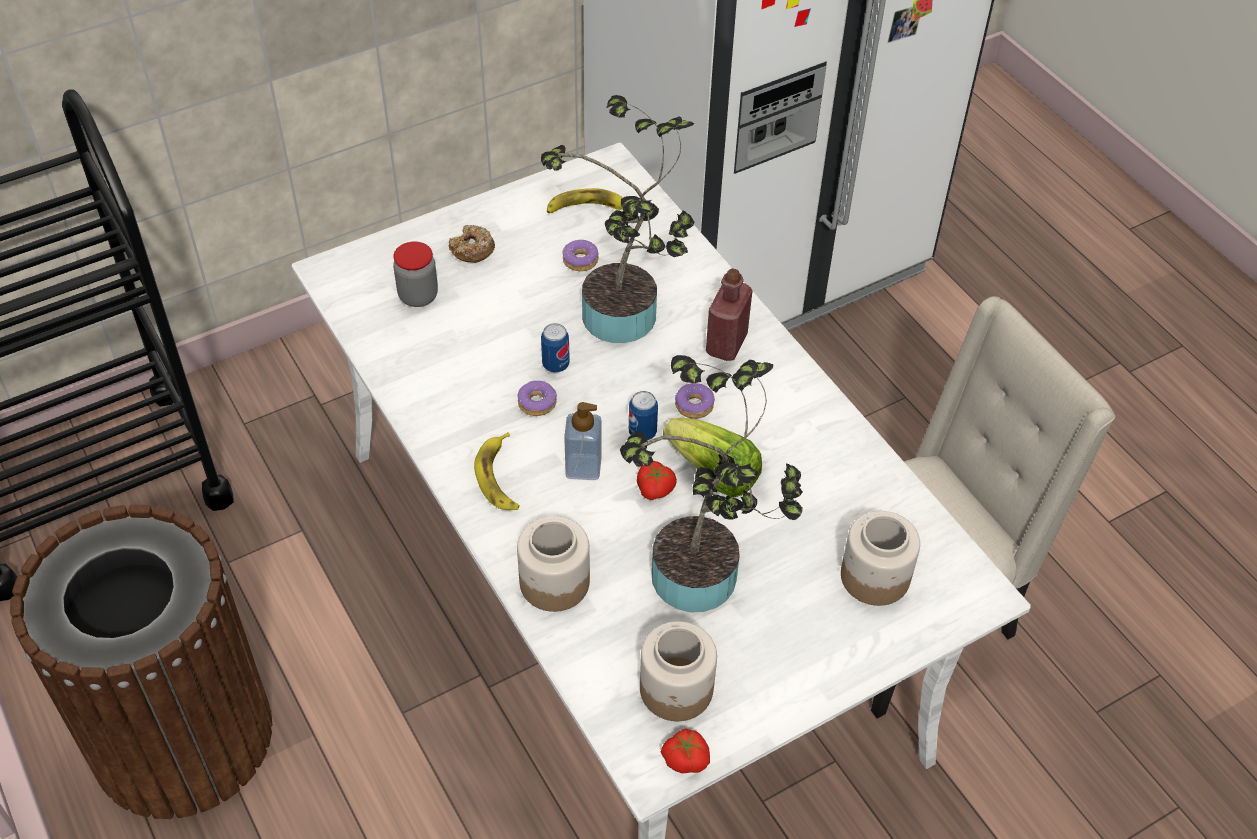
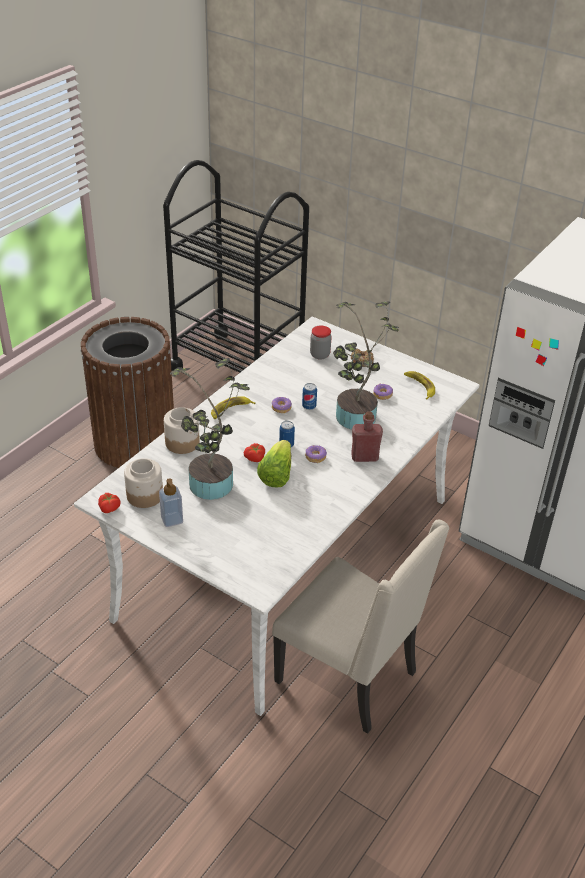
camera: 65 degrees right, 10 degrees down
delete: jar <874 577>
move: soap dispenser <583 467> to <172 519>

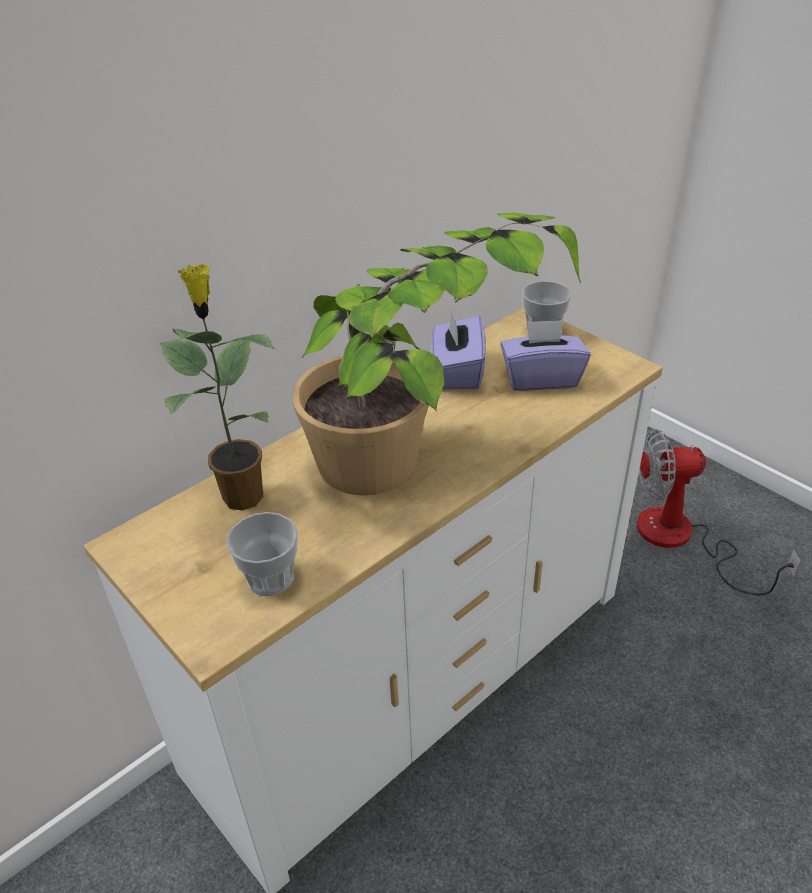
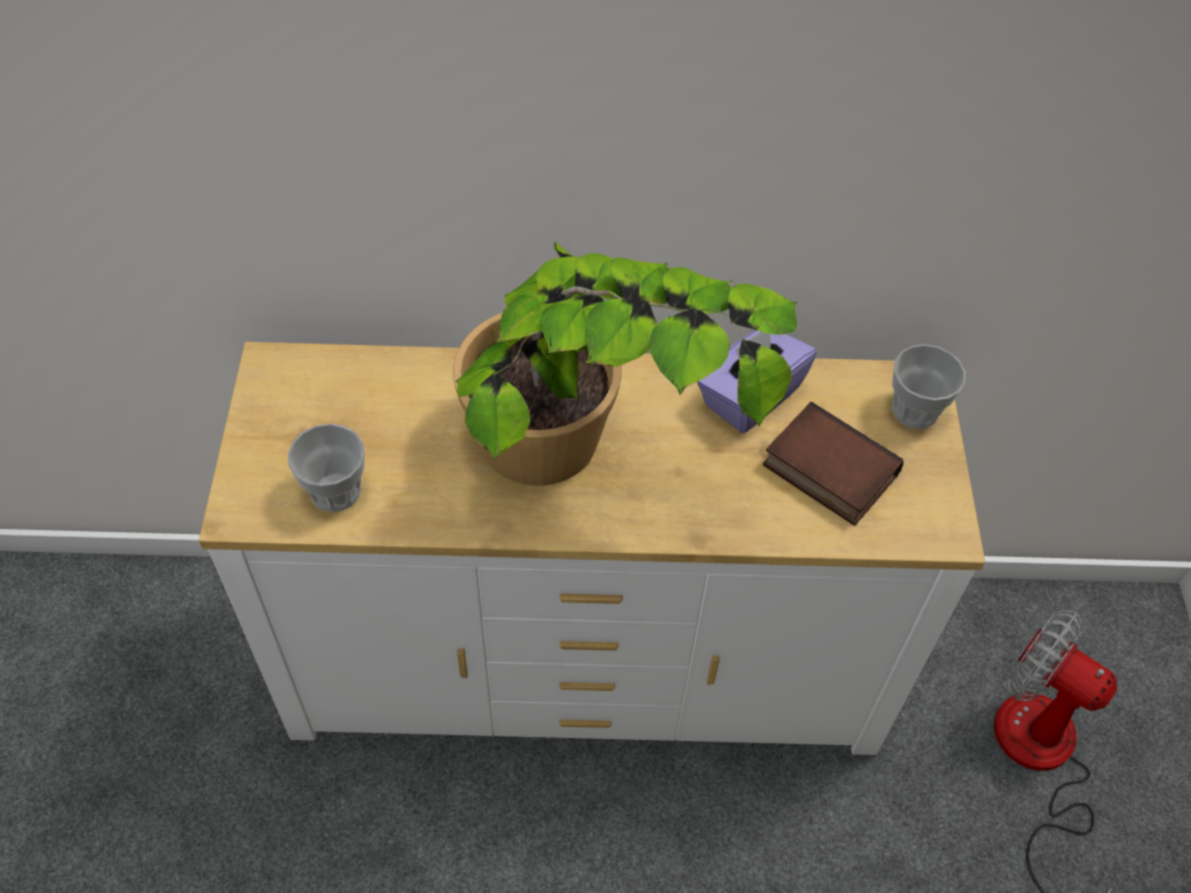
camera: 40 degrees right, 15 degrees up
delete: potted plant <242 494>
replace: purple tissue box <541 378> to book <826 471>

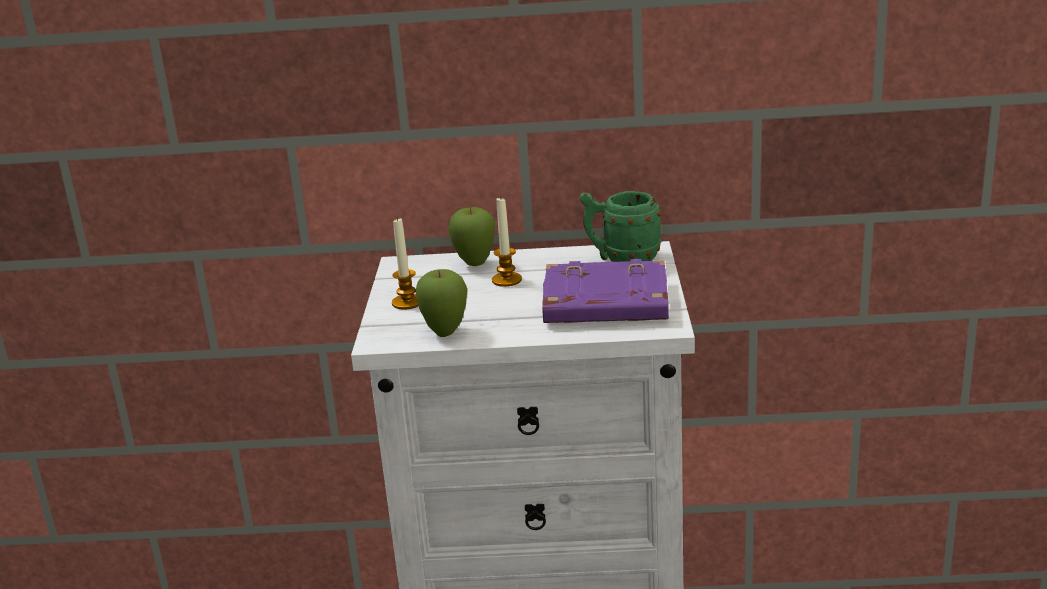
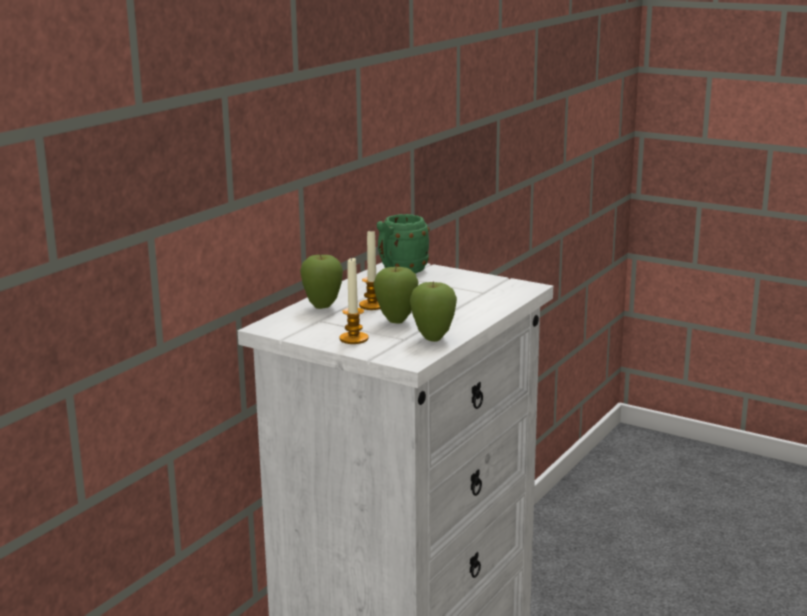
camera: 60 degrees left, 5 degrees down
delete: purple book <604 305>
insert: apple <396 321>

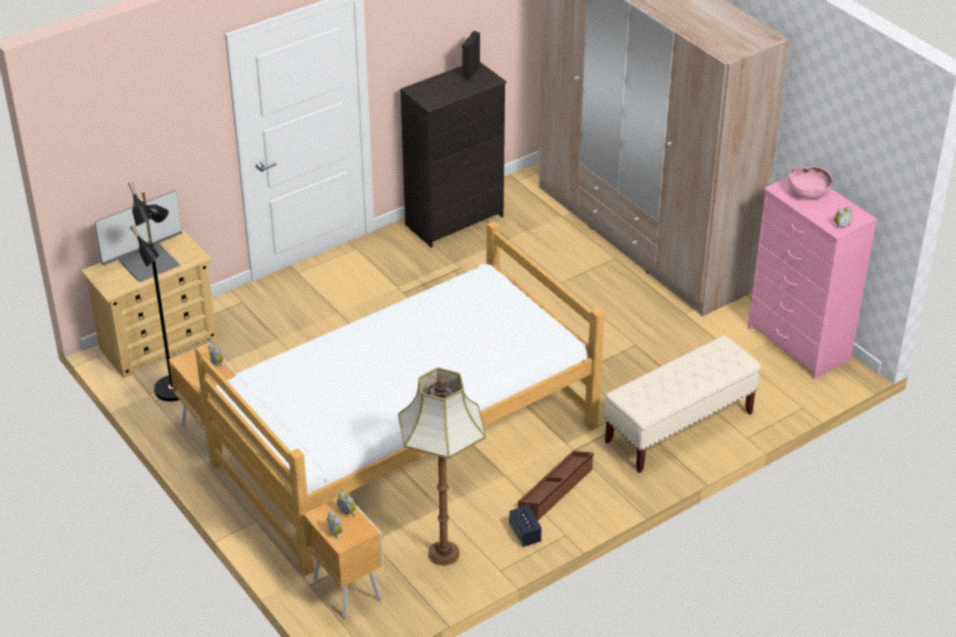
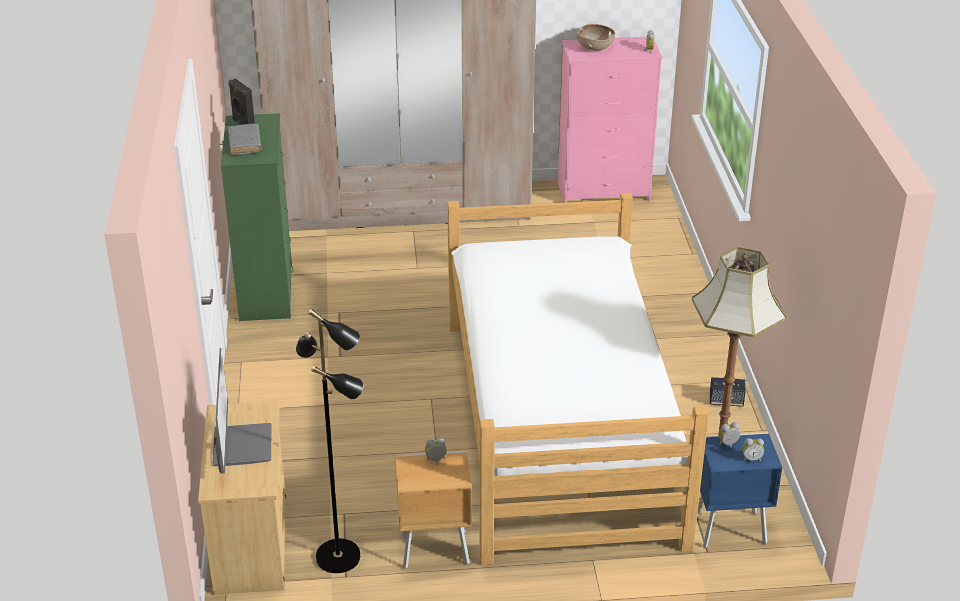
camera: 60 degrees left, 5 degrees down
delete: beige bench <678 428>; brown storage box <556 489>
insert: grey book <245 144>
recolor: black dresser <455 221> to green dresser <267 291>; pink bowl <808 193> to brown bowl <594 48>; brown nightstand <347 589> to blue nightstand <727 529>

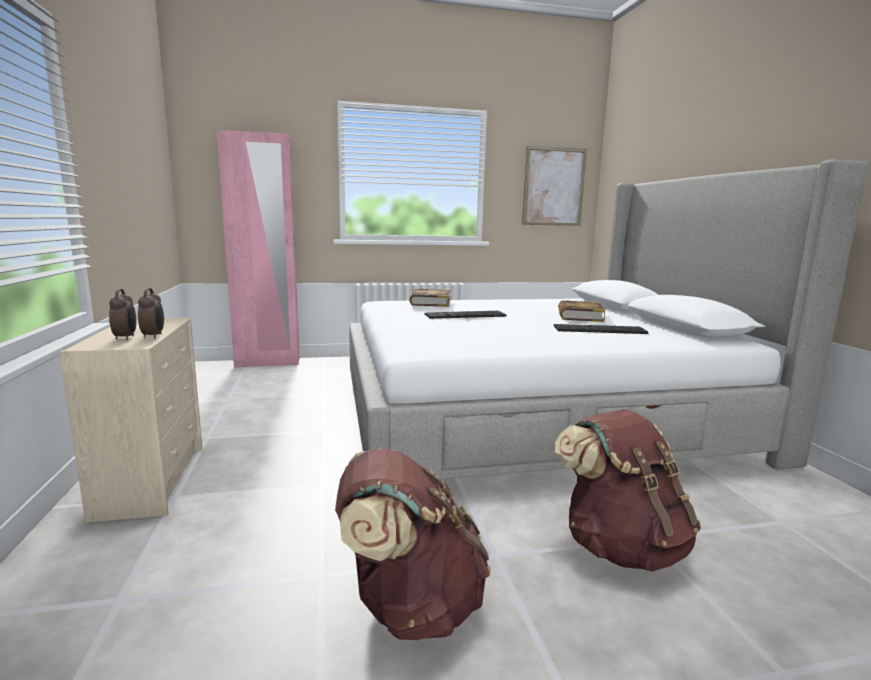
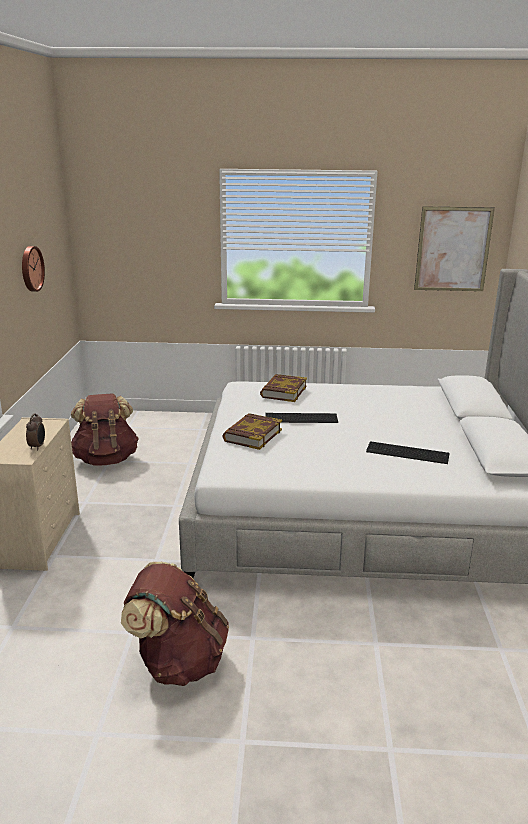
camera: 15 degrees right, 10 degrees up
delete: pink wardrobe <267 363>; alarm clock <126 338>
insert: wall clock <30 268>
move: book <579 316> to <252 435>; brown backpack <621 546> to <106 459>

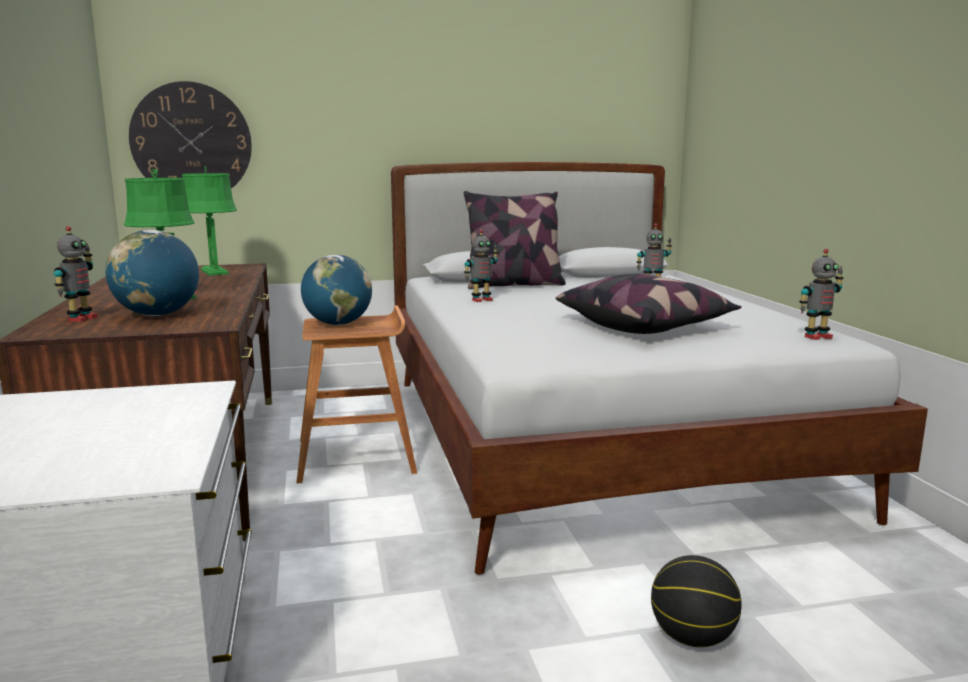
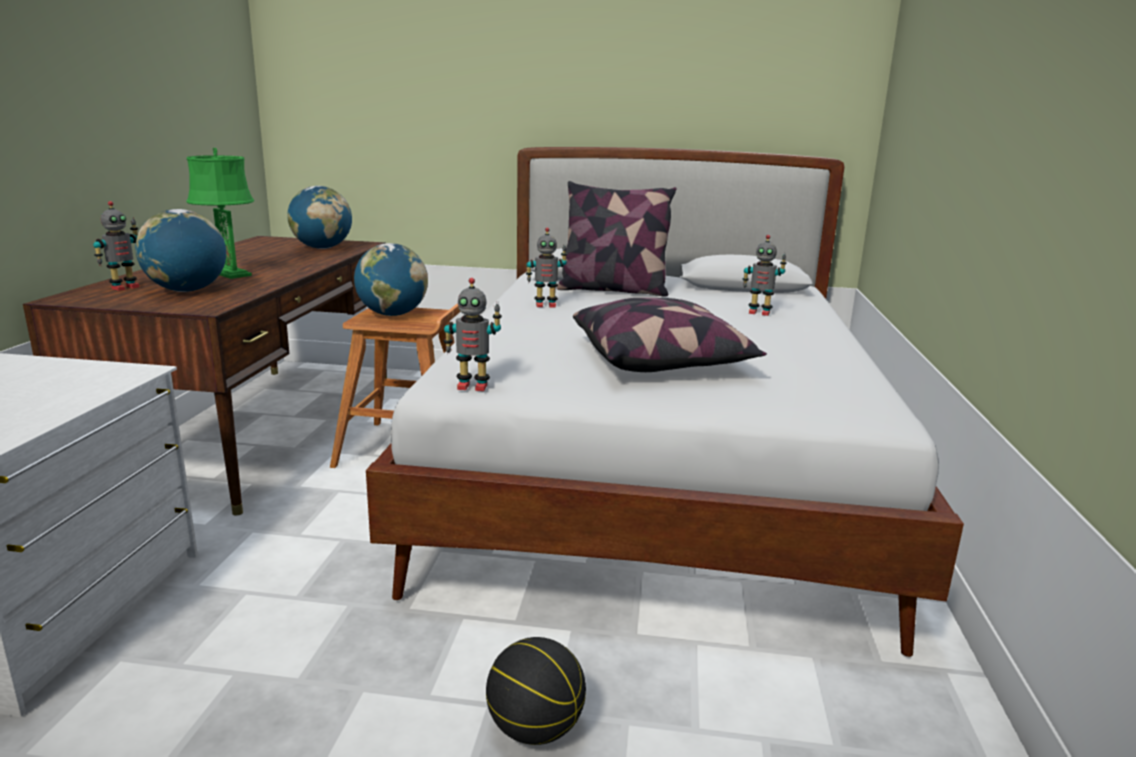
camera: 20 degrees right, 5 degrees up
delete: wall clock <191 142>
move: toy robot <816 337> to <472 386>
replace: green table lamp <214 272> to globe <322 248>

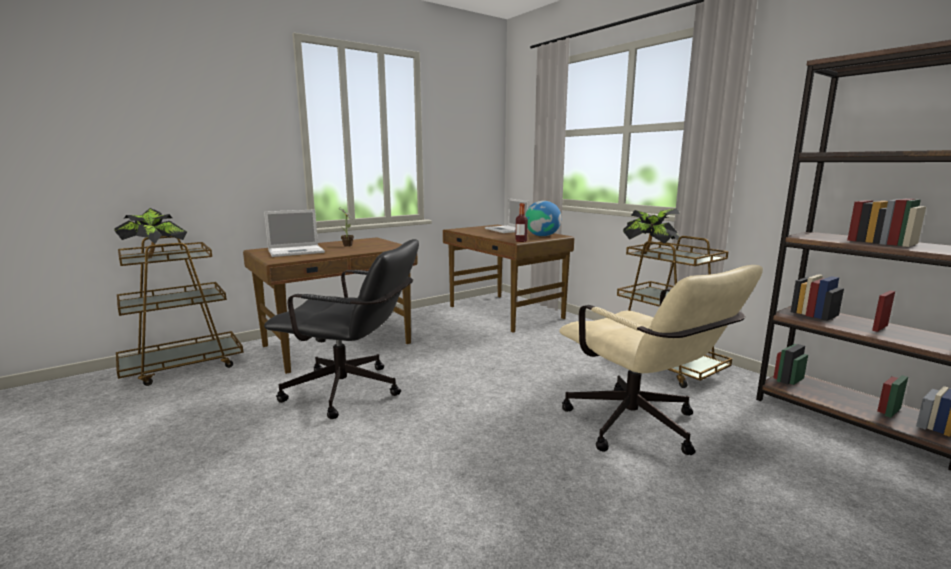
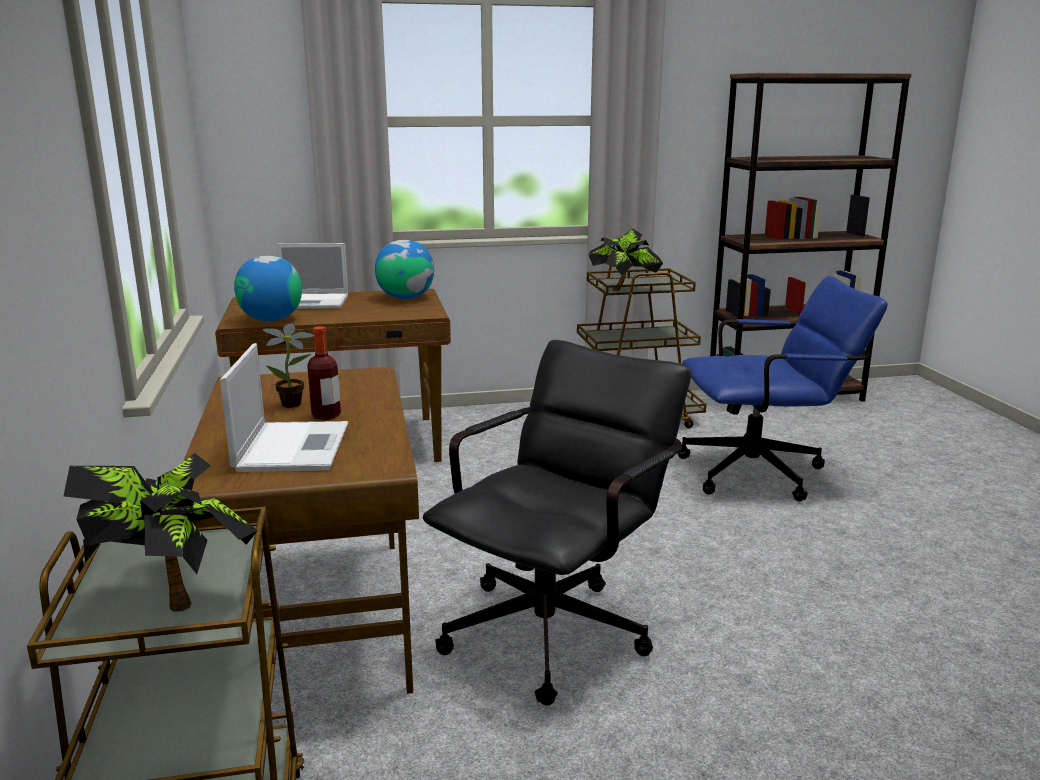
camera: 65 degrees left, 5 degrees up
insert: globe <271 320>
move: bottle <521 241> to <326 415>
recolor: beige office chair <640 429> to blue office chair <764 472>

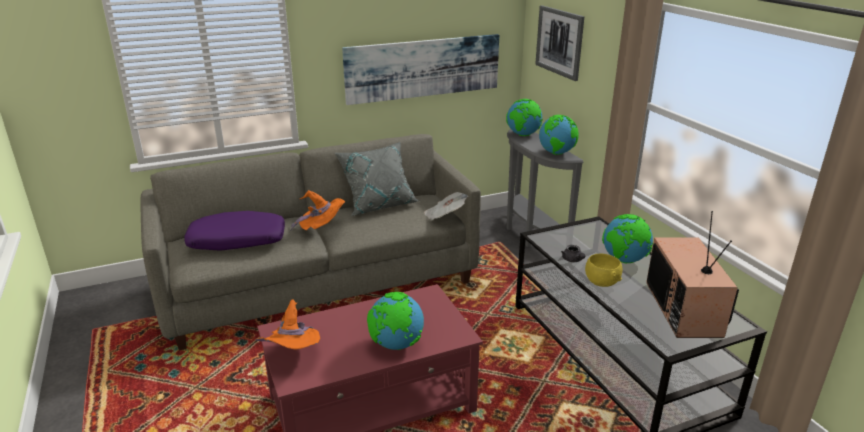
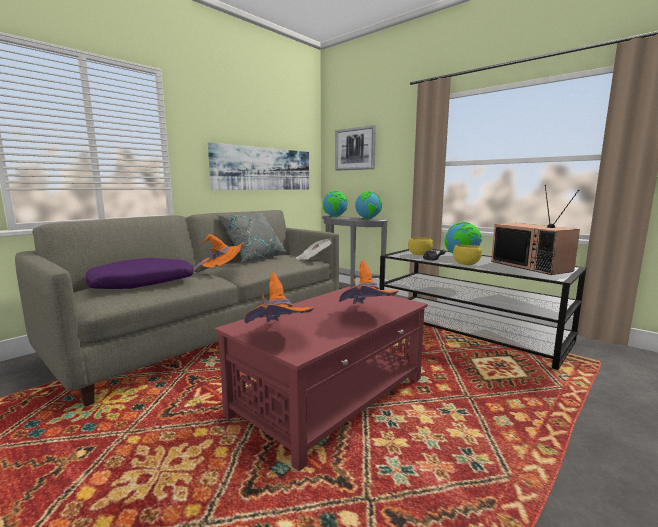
camera: 25 degrees left, 15 degrees down
insert: yellow bowl <419 255>
replace: globe <396 345> to orange hat <365 316>

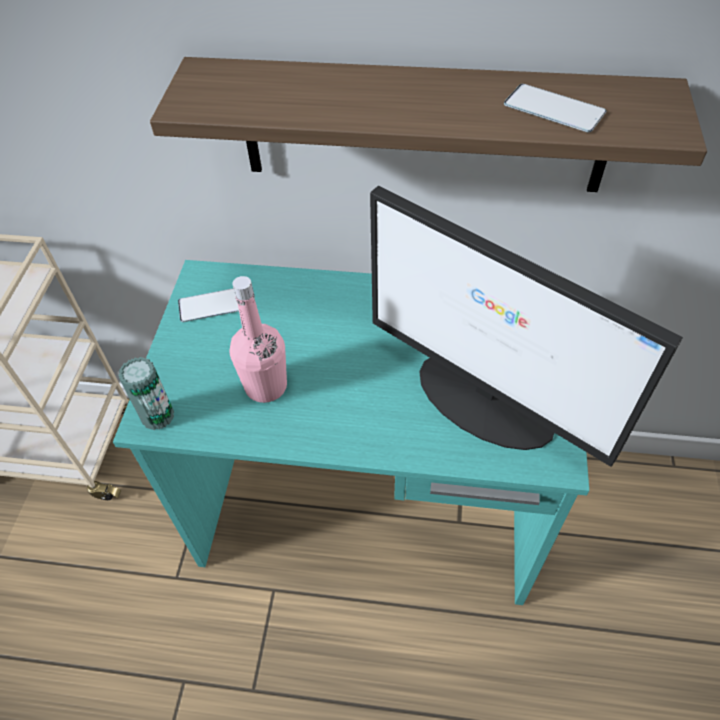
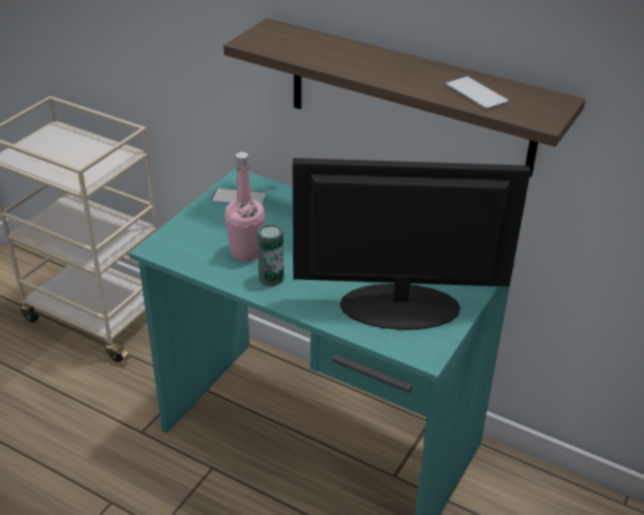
camera: 20 degrees right, 15 degrees down
move: can <158 416> to <271 278>
rotate: monitor <487 401> = <397 306> 120 degrees clockwise

